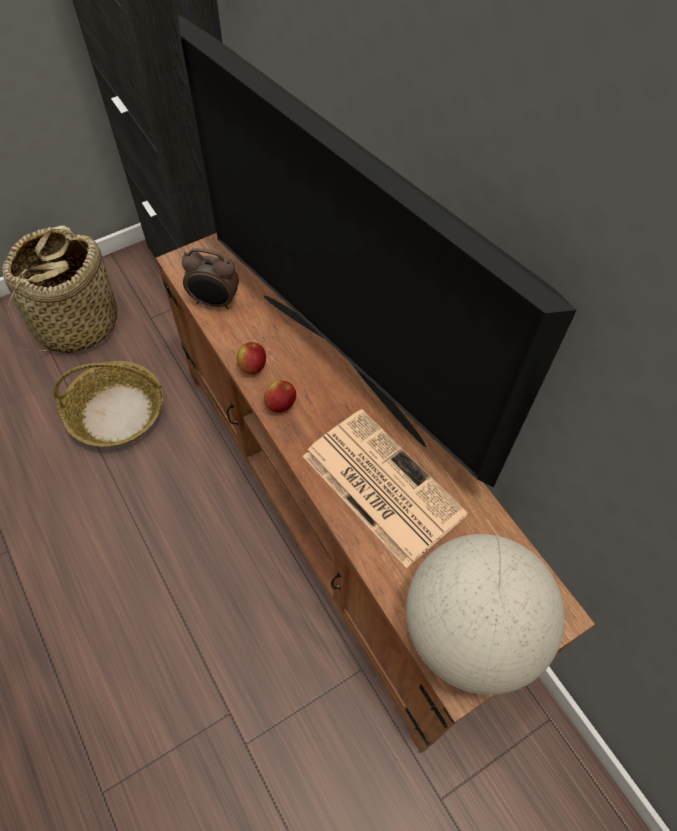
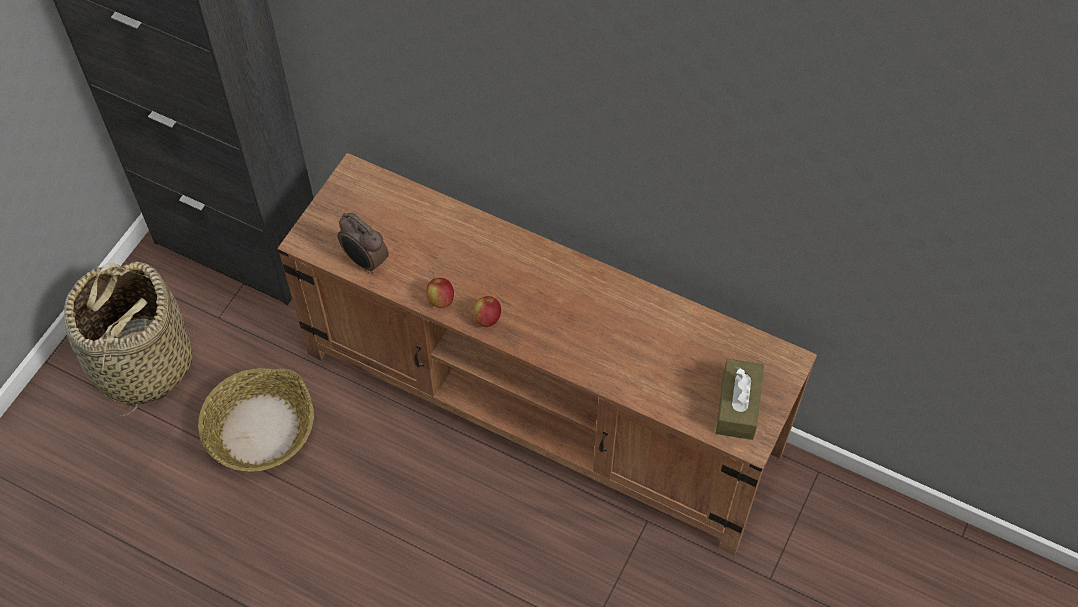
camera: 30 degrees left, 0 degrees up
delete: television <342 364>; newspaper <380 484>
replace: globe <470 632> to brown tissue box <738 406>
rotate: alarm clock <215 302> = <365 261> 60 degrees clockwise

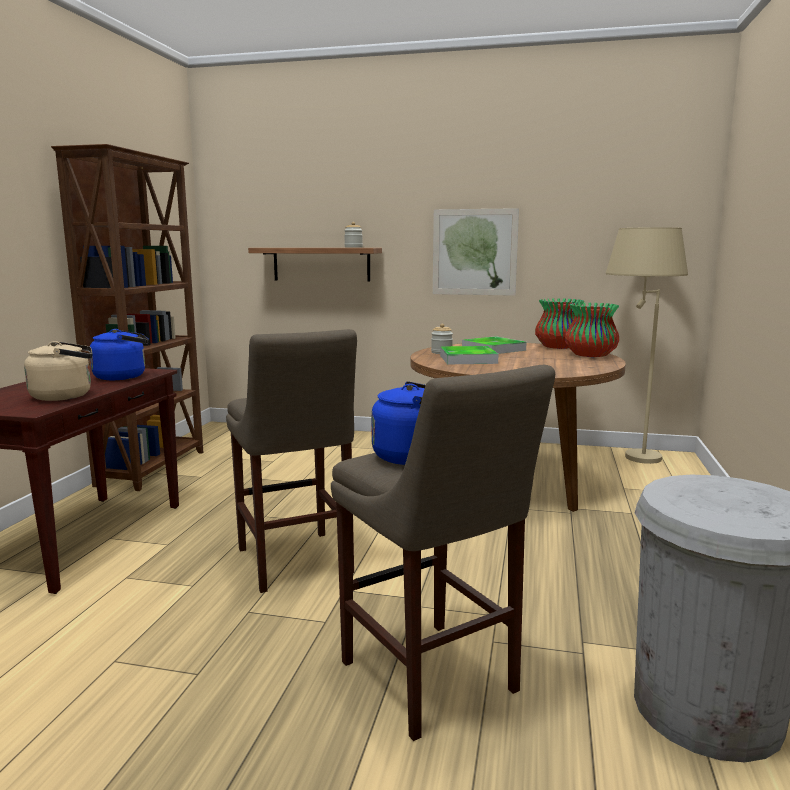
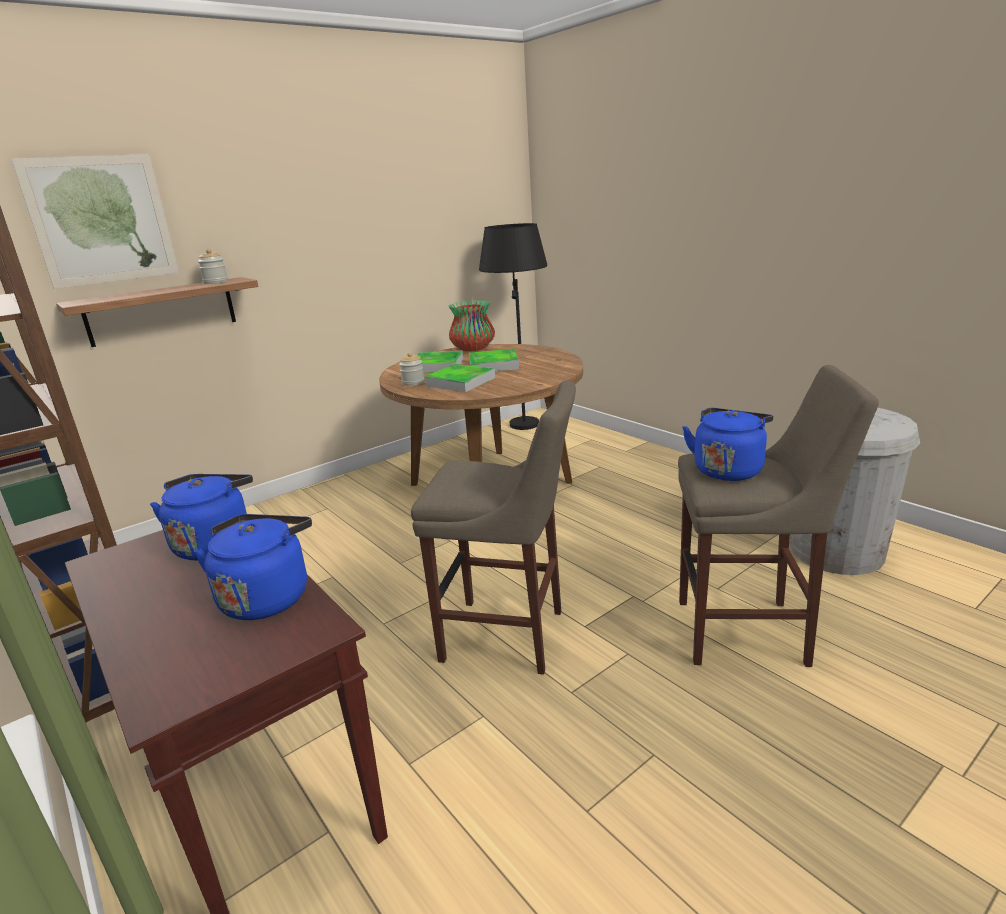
camera: 50 degrees left, 10 degrees up
delete: vase <590 355>
insert: tray <493 365>
move: picture <474 252> to <102 220>
recolor: beige floor lamp <630 461> to black floor lamp <522 430>; beige kettle <66 396> to blue kettle <267 596>

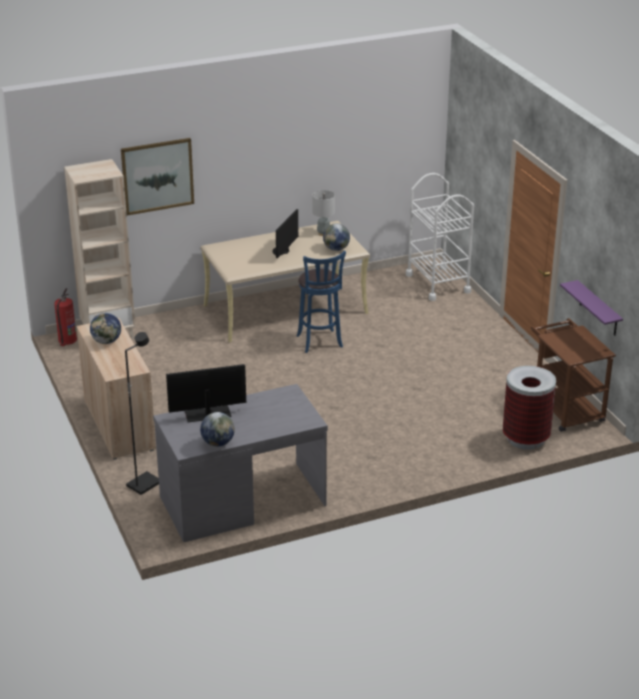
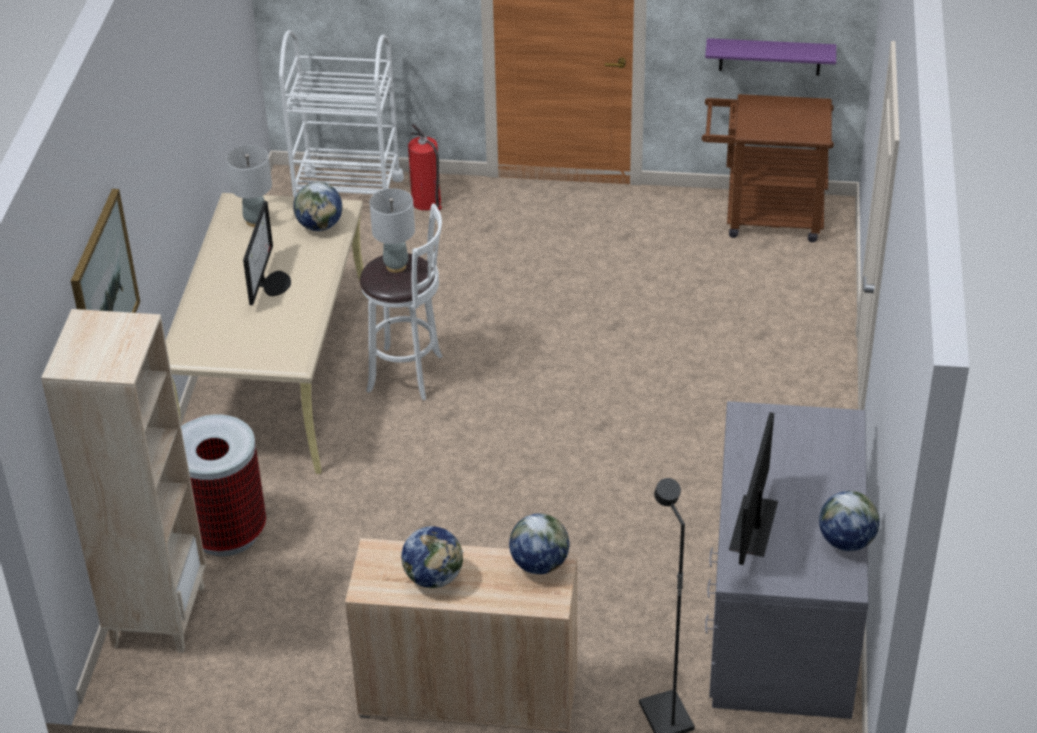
camera: 60 degrees left, 10 degrees up
insert: grey table lamp <396 266>; globe <539 564>
move: fire extinguisher <67 340> to <426 202>; trash can <526 438> to <227 532>
recolor: blue stool <320 342> to white stool <409 374>
rotate: monitor <282 251> = <272 283> 135 degrees counterclockwise

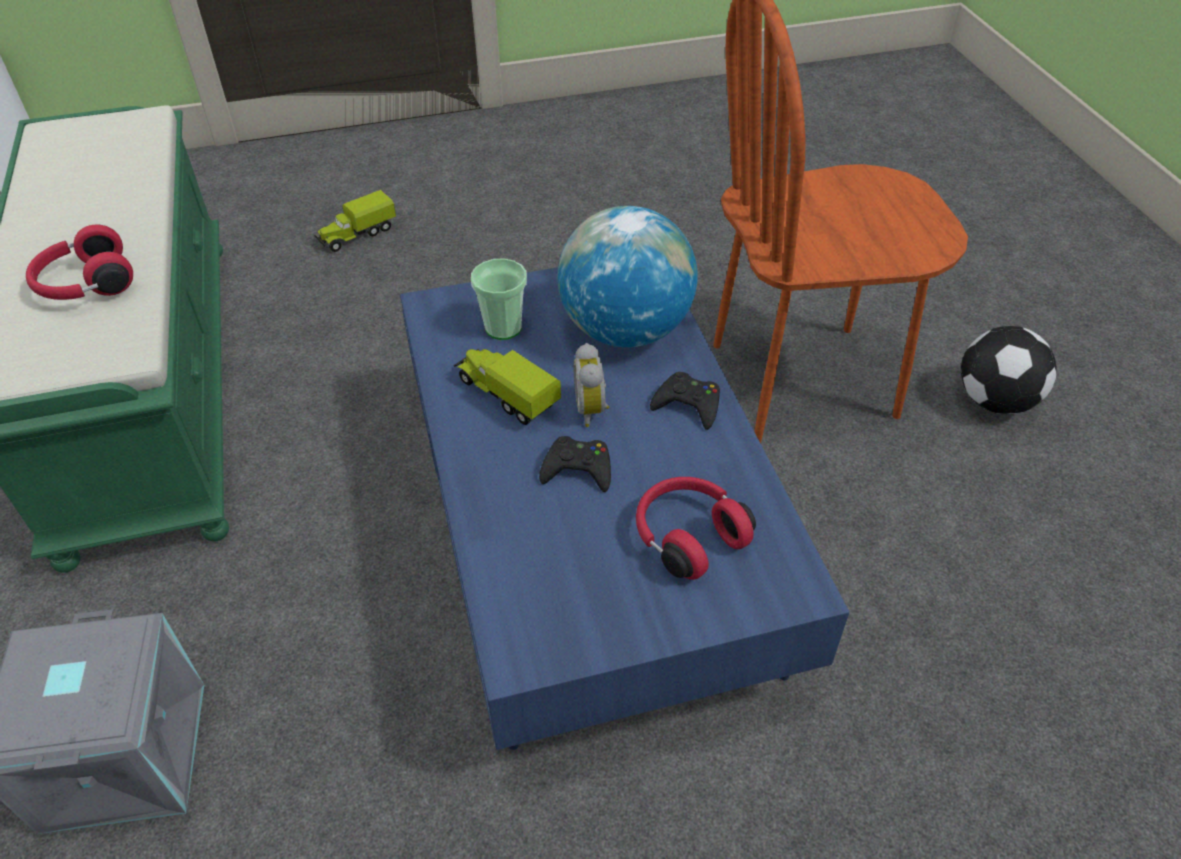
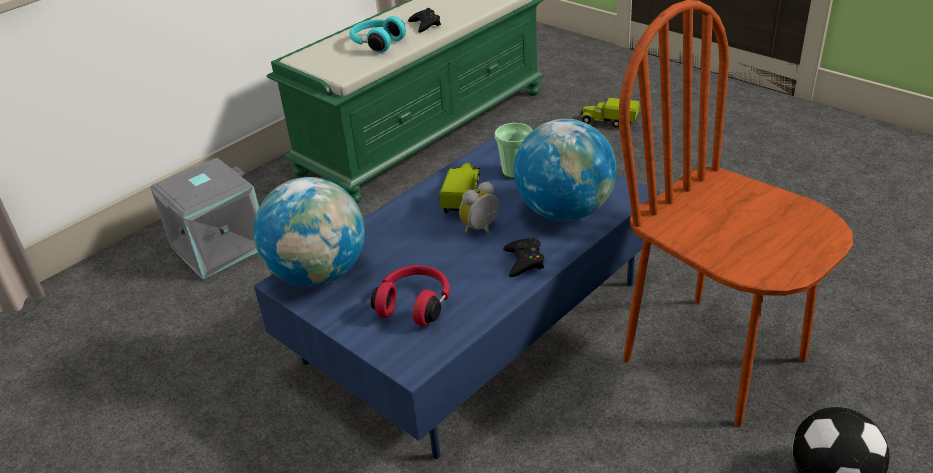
camera: 60 degrees right, 10 degrees down
insert: globe <318 274>
move: black game controller <578 469> to <425 24>
recolor: red headphones <86 285> to turquoise headphones <376 43>

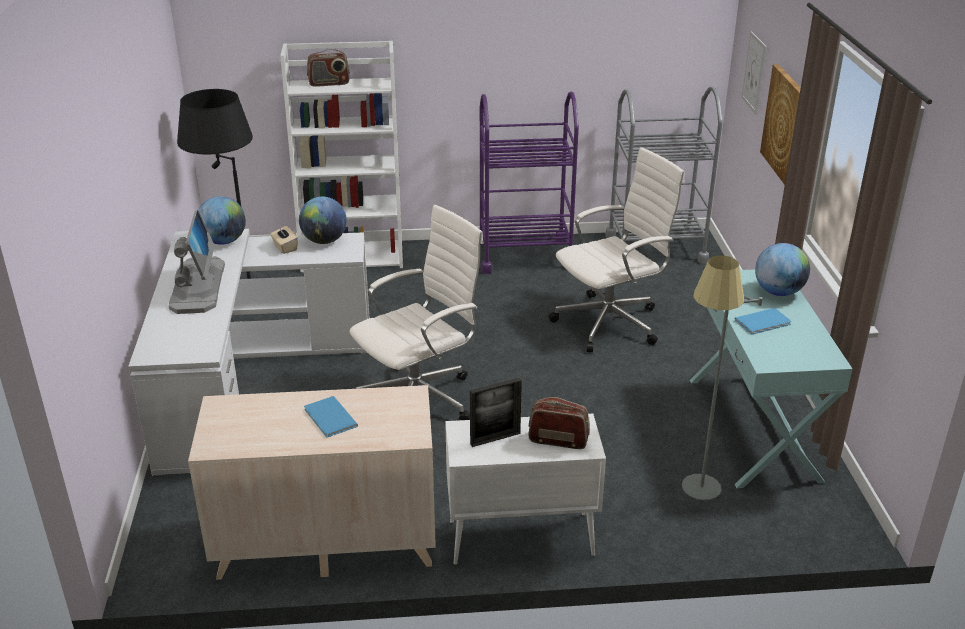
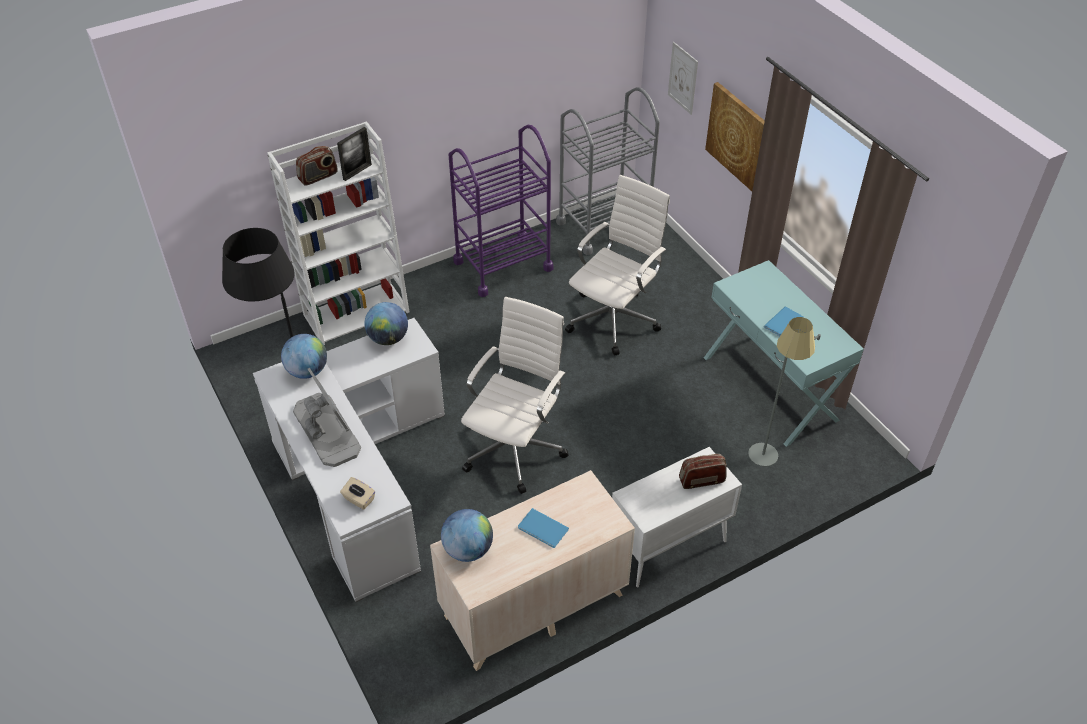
camera: 25 degrees left, 15 degrees up
move: beige tissue box <285 247> to <359 499>; globe <778 292> to <468 549>; picture frame <495 438> to <357 172>

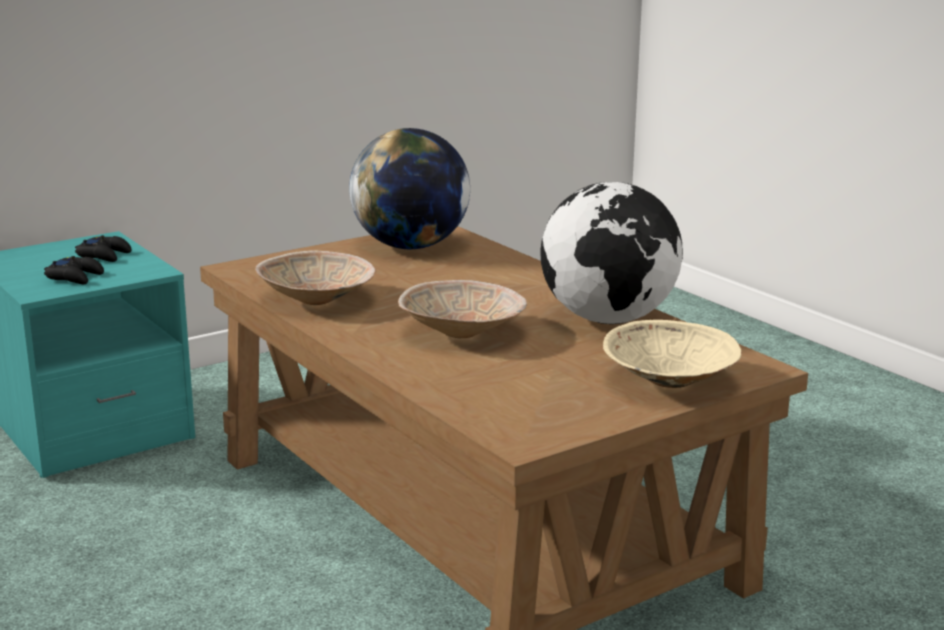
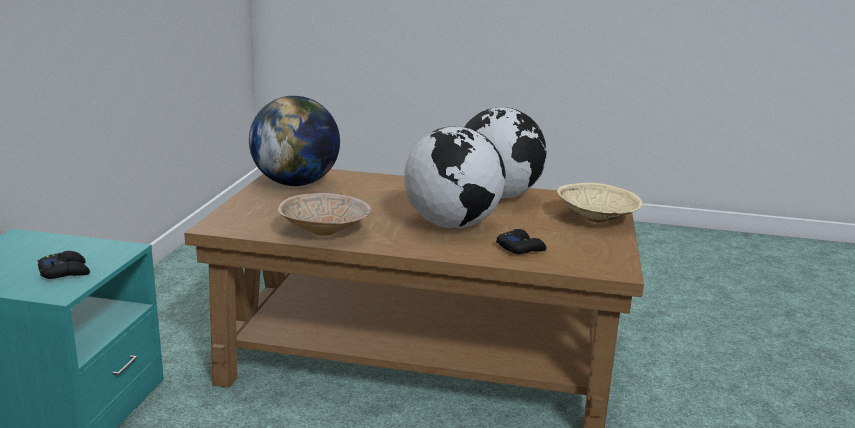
camera: 45 degrees left, 0 degrees up
move: black game controller <104 255> to <520 248>
replace: beige bowl <464 333> to globe <452 225>

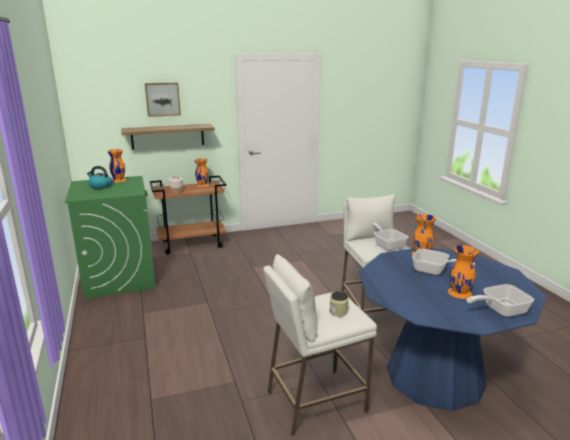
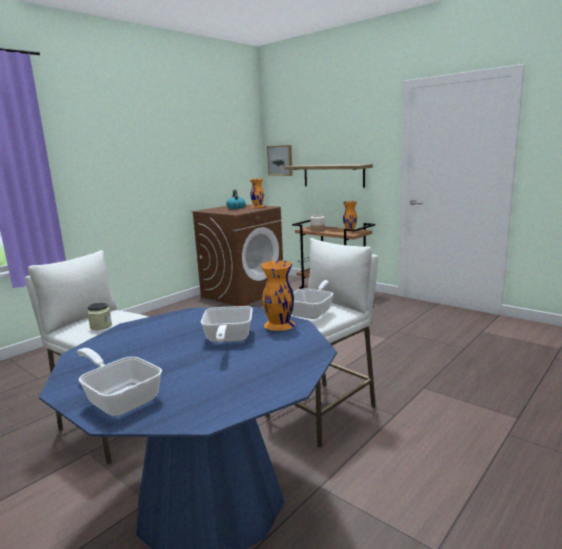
camera: 60 degrees right, 5 degrees down
delete: orange vase <460 292>
move: picture <162 99> to <280 160>
recolor: green washing machine <119 277> to brown washing machine <243 293>

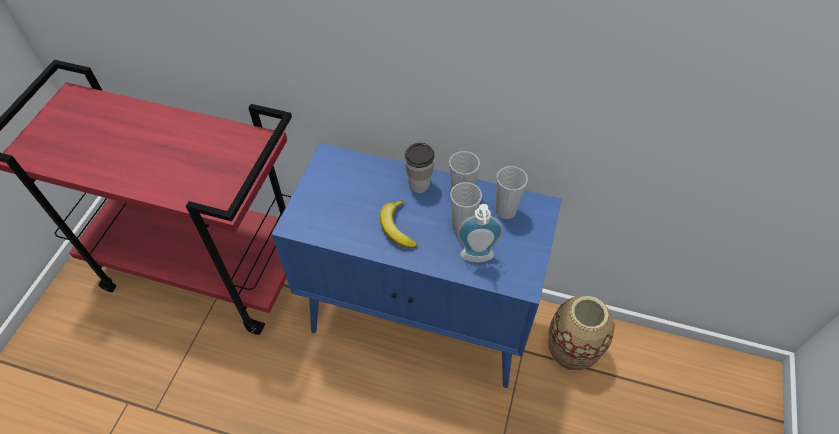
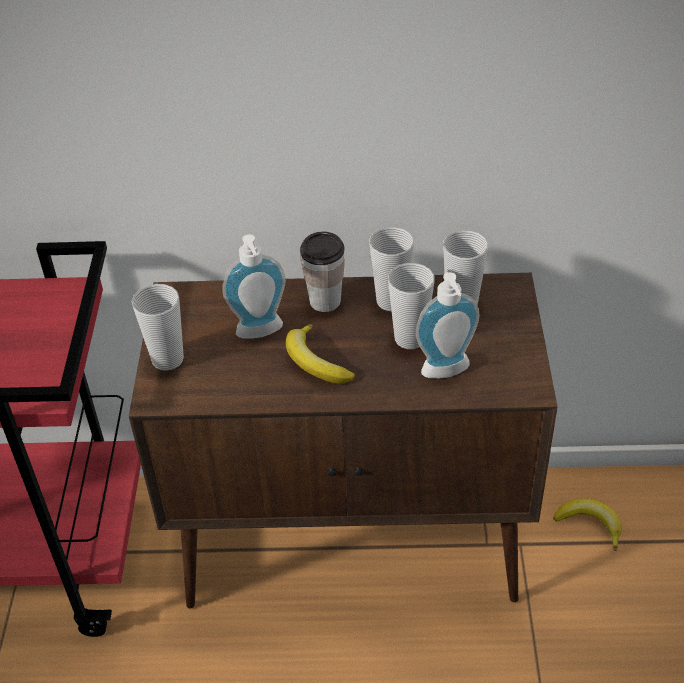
camera: 15 degrees left, 10 degrees down
insert: soap dispenser <261 333>; cup <167 359>
replace: vase <571 350> to banana <590 524>
recolor: blue cabinet <421 320> to brown cabinet <354 544>

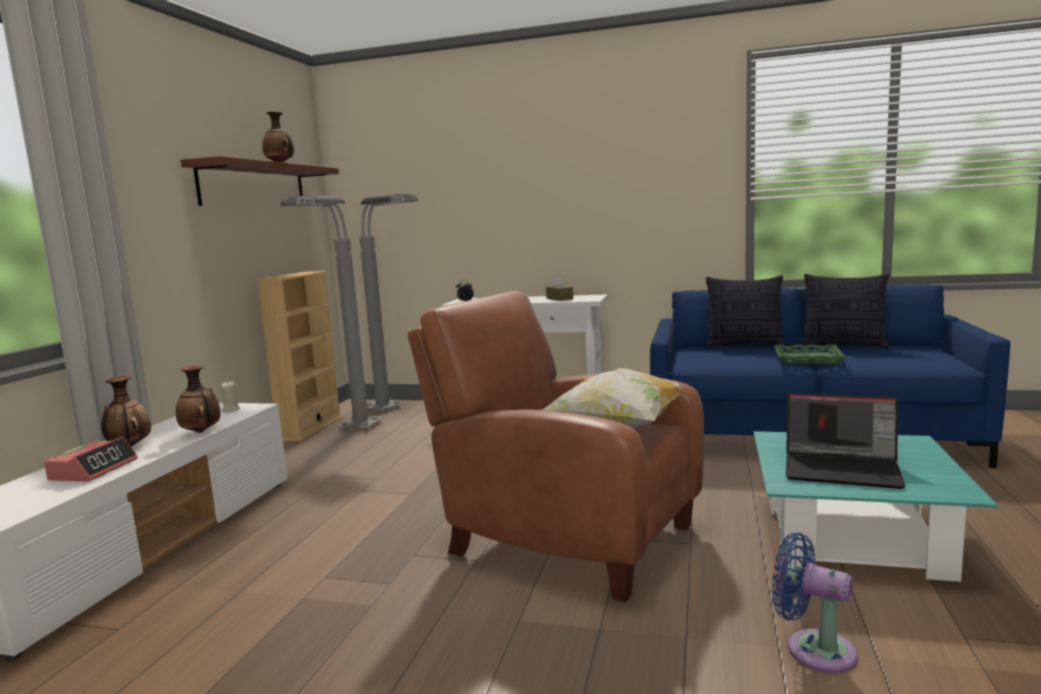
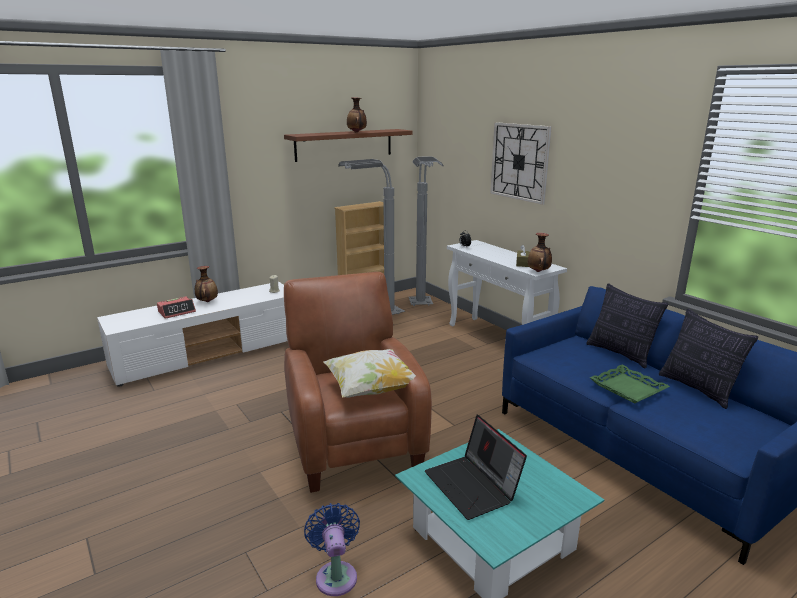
camera: 40 degrees right, 10 degrees up
insert: wall clock <519 162>
move: vase <201 432> to <538 271>

